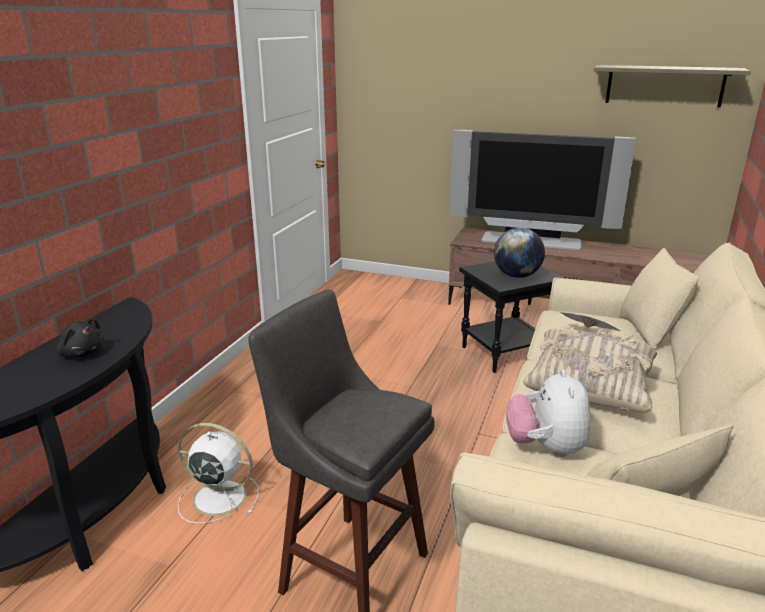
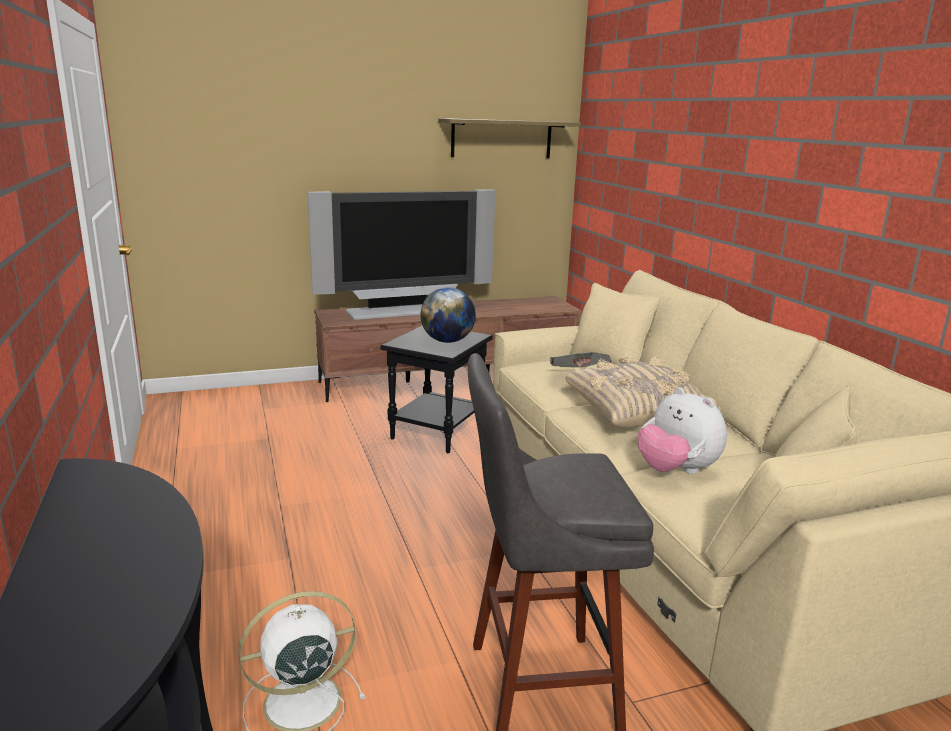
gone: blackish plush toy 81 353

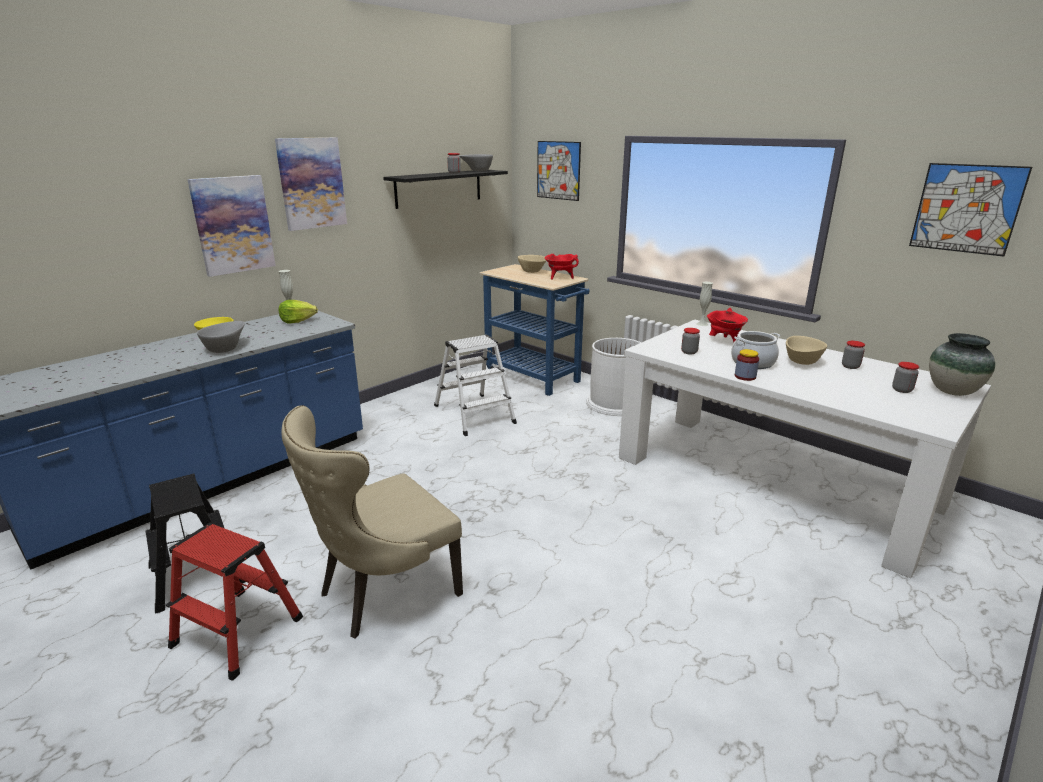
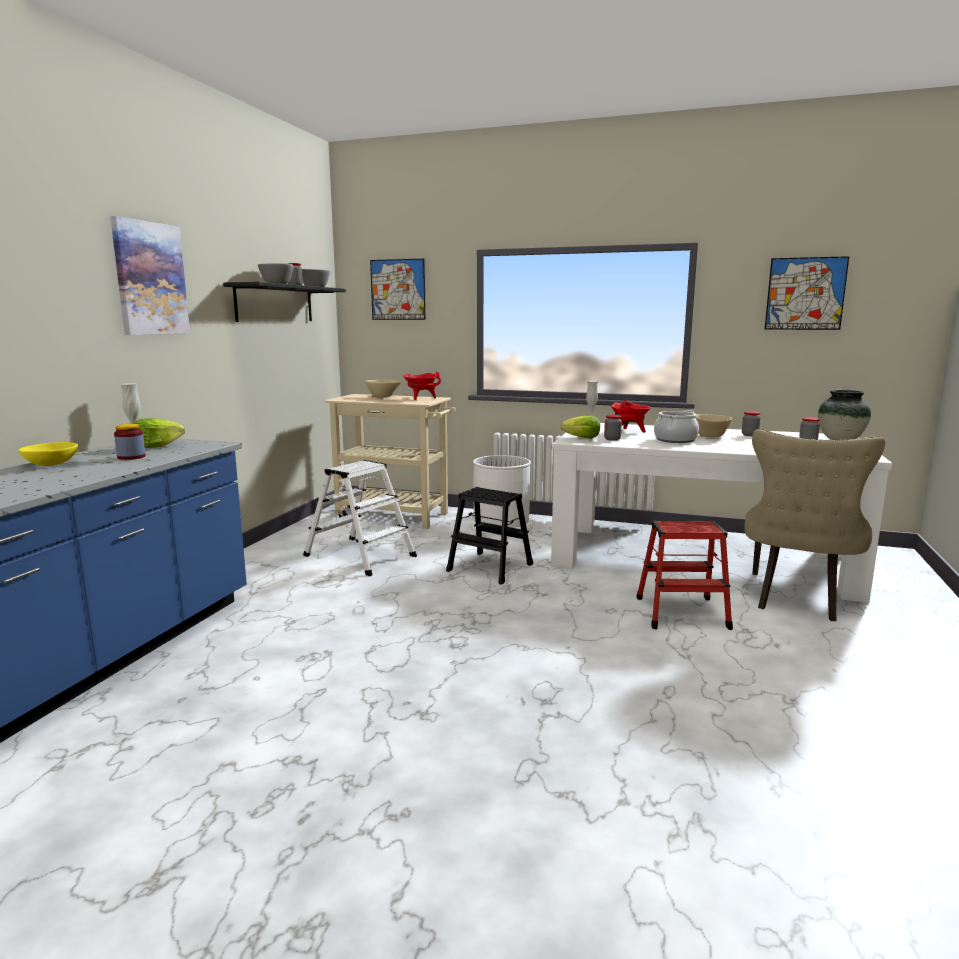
gone: picture 233 225
new: lettuce head 582 438
shifted: blackish step ladder 196 574 to 490 567; red step ladder 238 631 to 682 612; greyish serving bowl 225 348 to 278 284; beige chair 383 592 to 797 598; preserve jar 745 376 to 131 457
repainted: blue-coloured wheeled cart 533 377 to beige wheeled cart 395 516

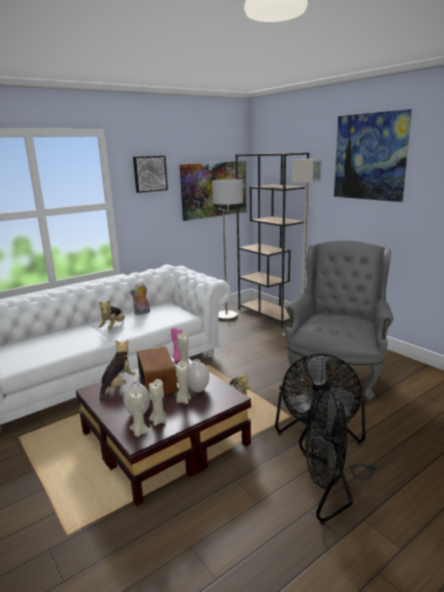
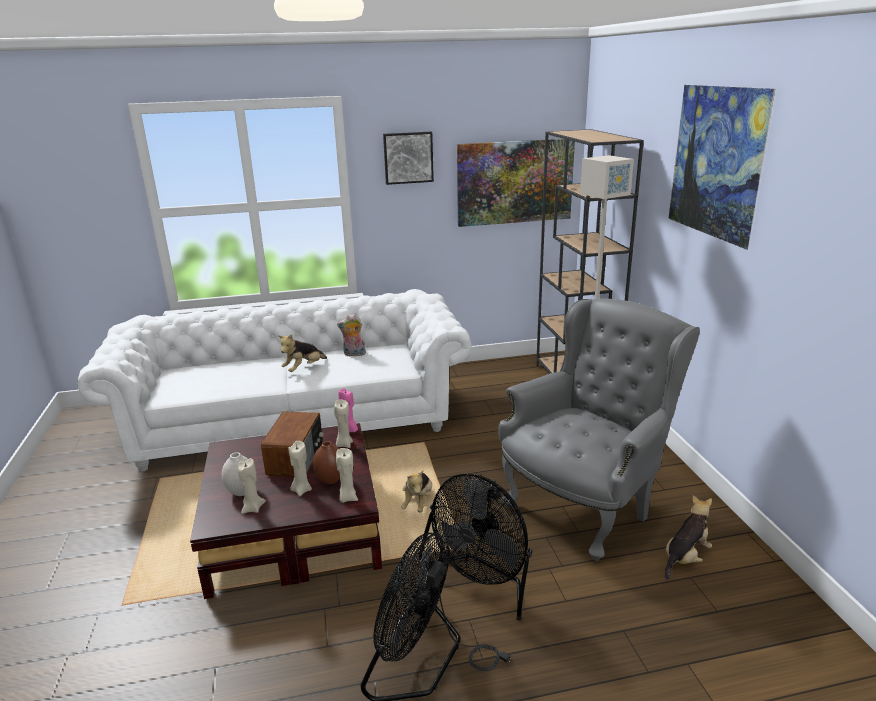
gone: greyish floor lamp 229 319
shifted: plush toy 118 386 to 685 558; beige wax light 139 432 to 347 498
repainted: white-coloured vase 198 389 to brownish vase 330 480

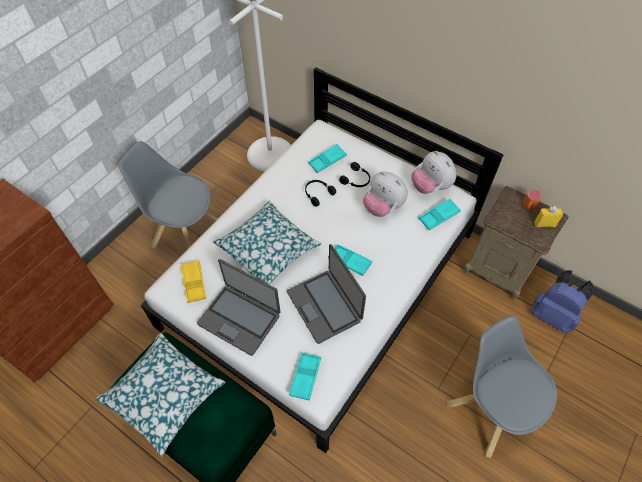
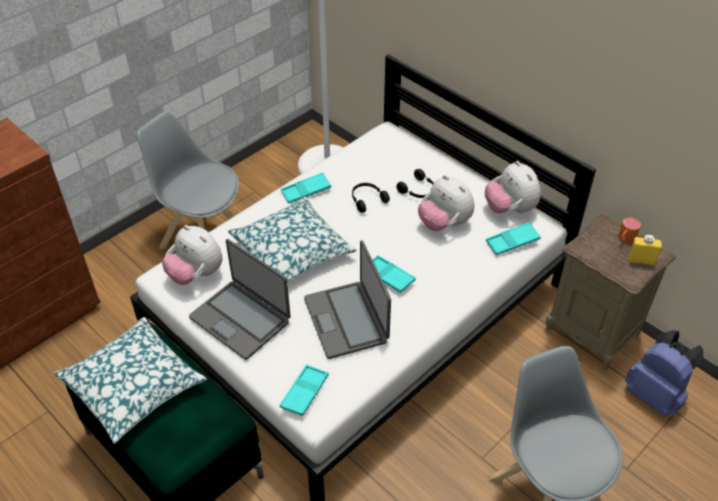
shifted: blue-green serving tray 327 160 to 306 191
swapped: yellow serving tray 194 283 to plush toy 196 274

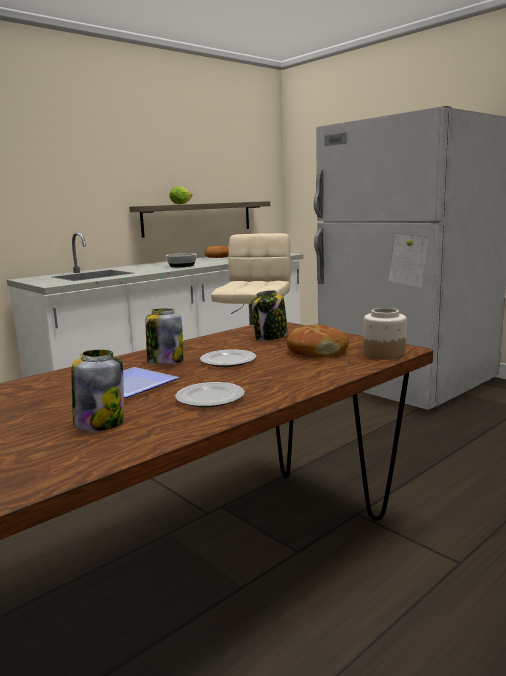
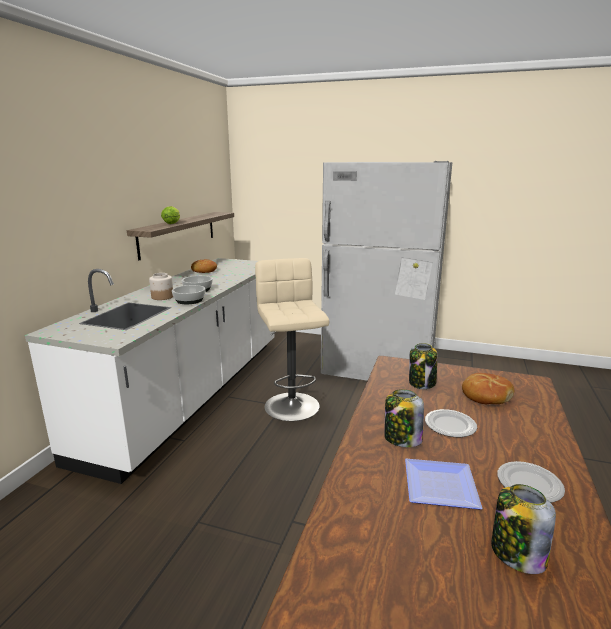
new: serving bowl 190 300
shifted: preserve jar 383 354 to 162 297

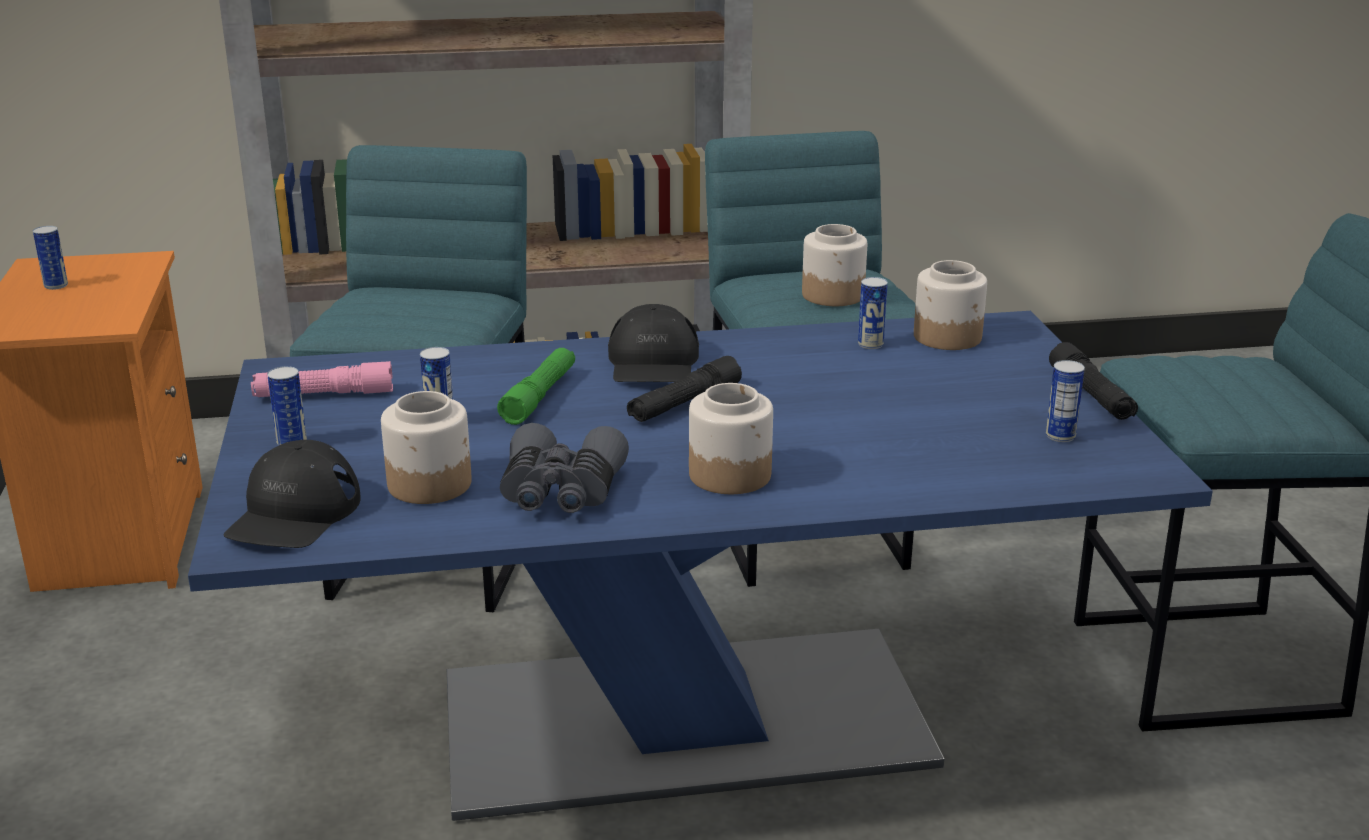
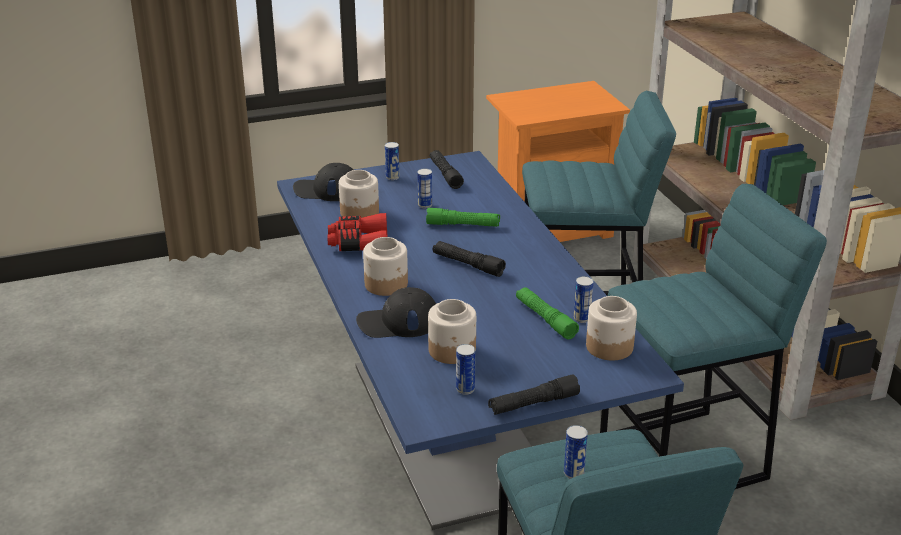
new: greenish flashlight 545 319
shifted: can 56 286 to 574 473; blackish baseball cap 653 363 to 398 322; preserve jar 833 295 to 452 351
repainted: pink flashlight 324 395 to blackish flashlight 445 174; greyish field glasses 561 492 to red field glasses 359 243

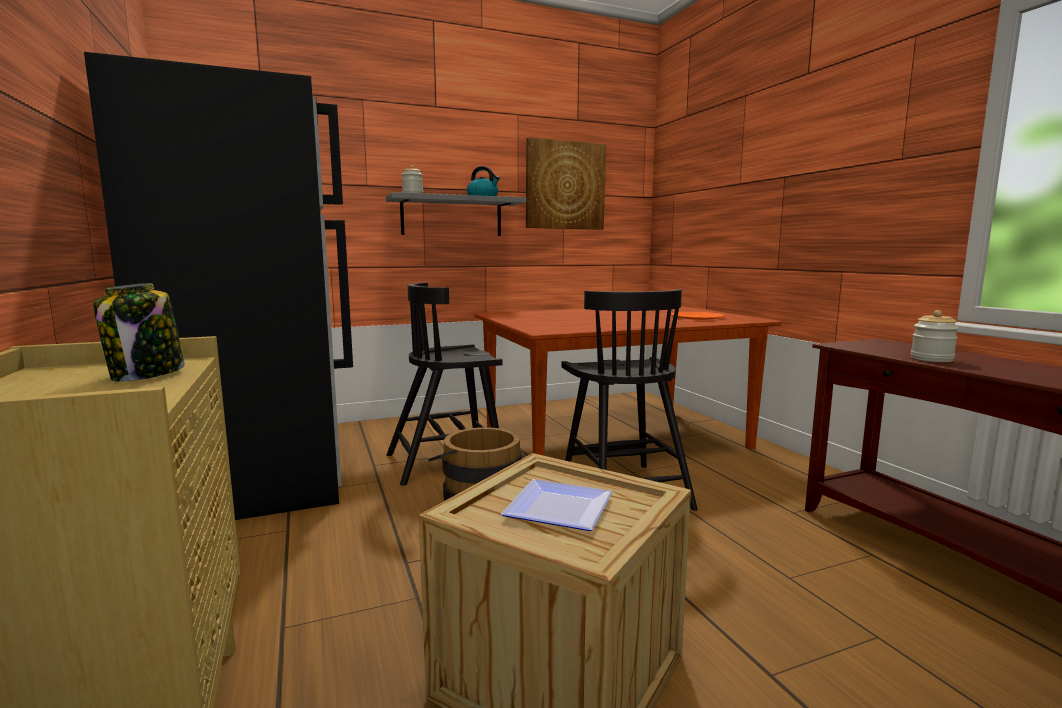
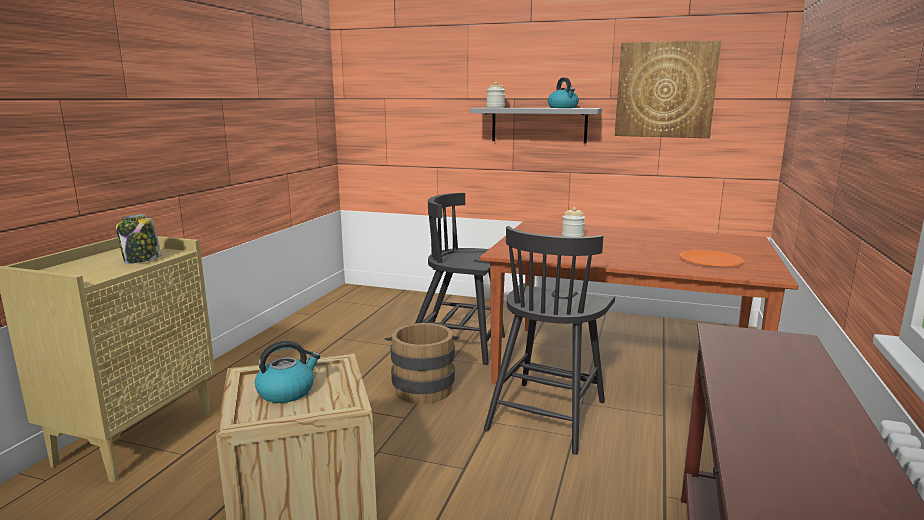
gone: blackish kitchen fridge 259 473
shifted: preserve jar 931 359 to 572 236
swapped: flat dish 555 509 to water kettle 287 391

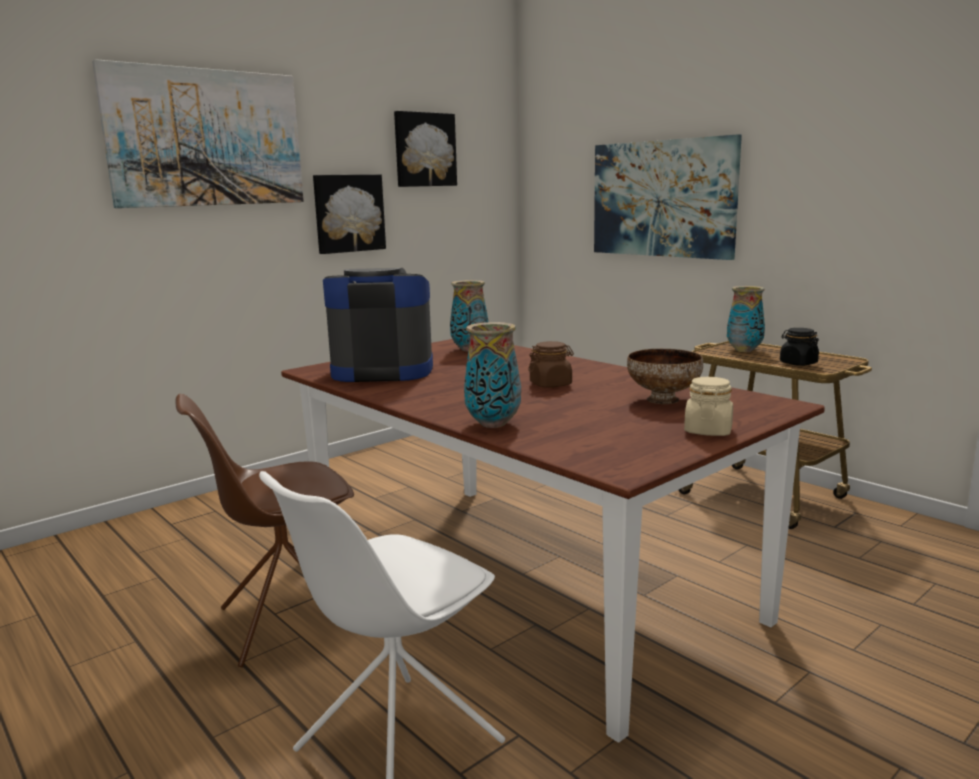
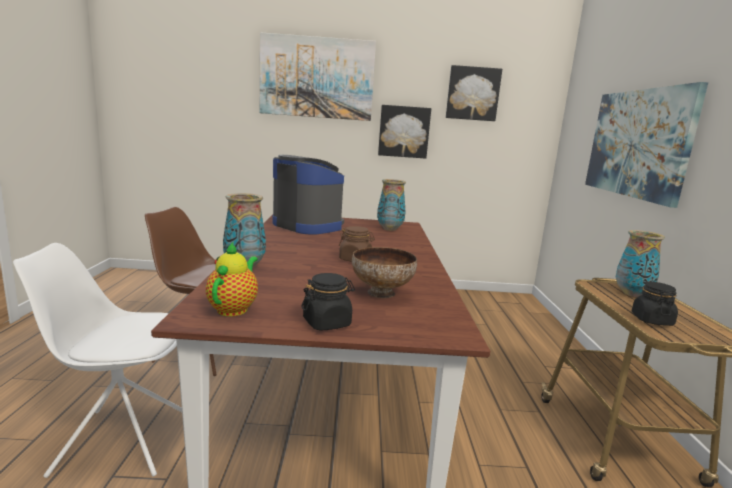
new: tea pot 234 308
repainted: beige preserve jar 708 431 to blackish preserve jar 327 323

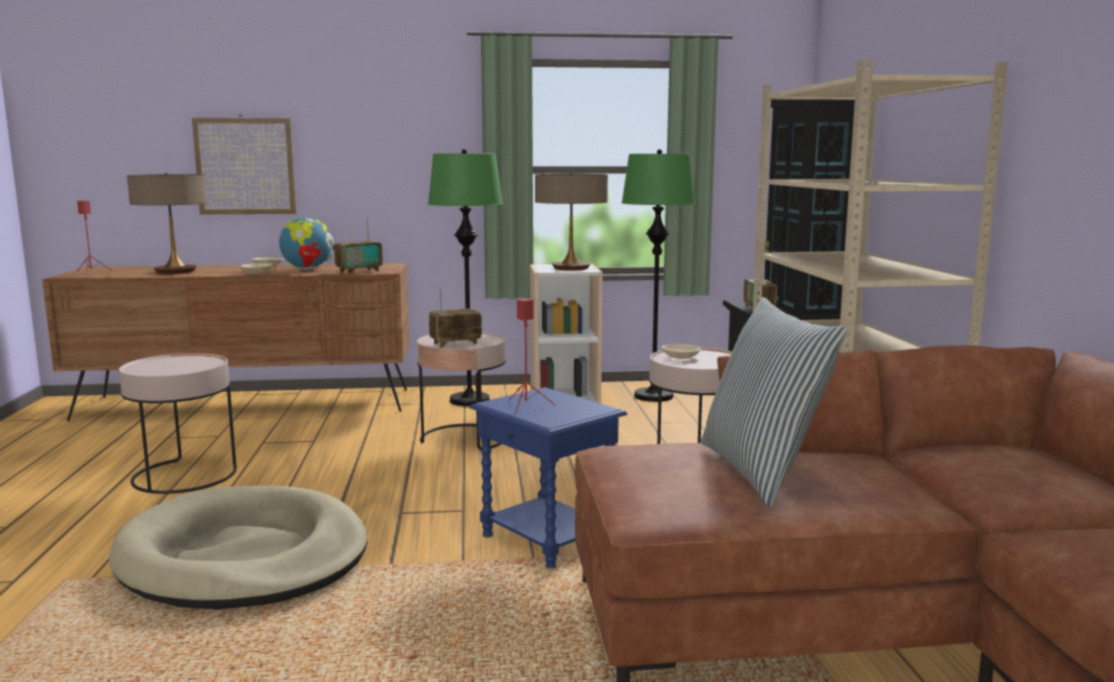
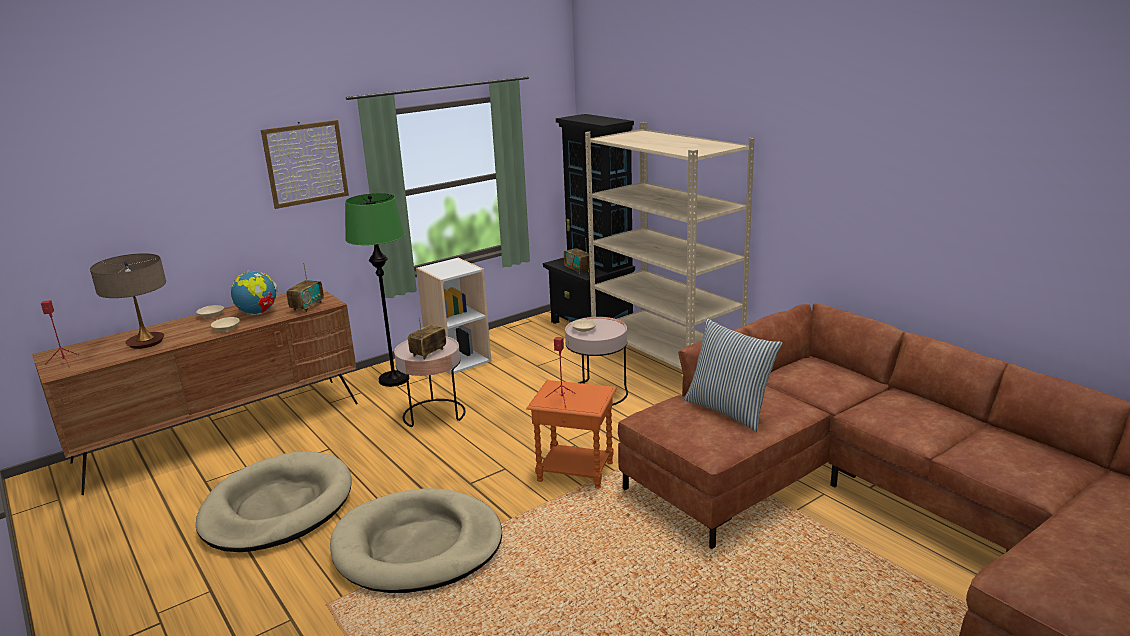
gone: lamp for a table 571 268; greenish floor lamp 654 396
shifted: picture 245 164 to 305 162
swapped: pink end table 184 476 to beige dog cushion 277 507
repainted: blue-coloured end table 549 538 to orange-coloured end table 575 470

